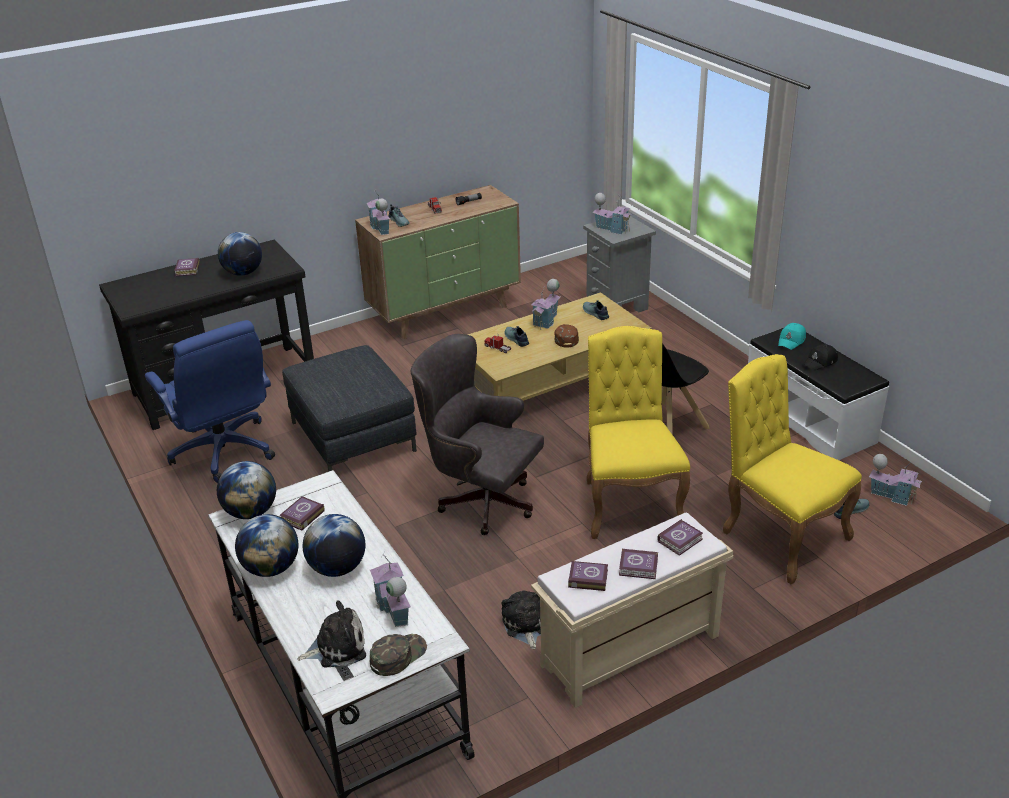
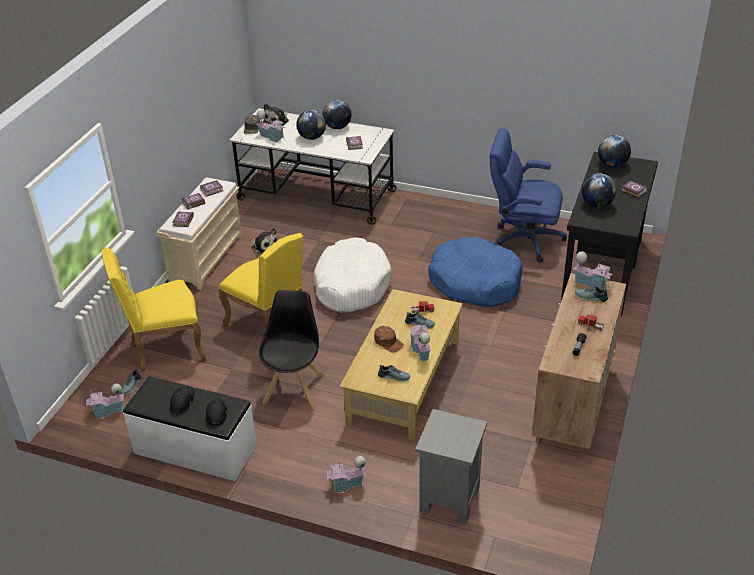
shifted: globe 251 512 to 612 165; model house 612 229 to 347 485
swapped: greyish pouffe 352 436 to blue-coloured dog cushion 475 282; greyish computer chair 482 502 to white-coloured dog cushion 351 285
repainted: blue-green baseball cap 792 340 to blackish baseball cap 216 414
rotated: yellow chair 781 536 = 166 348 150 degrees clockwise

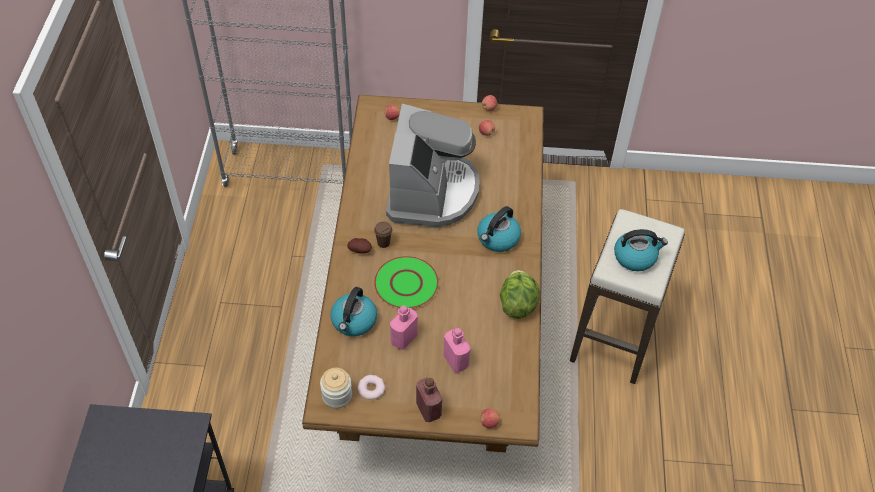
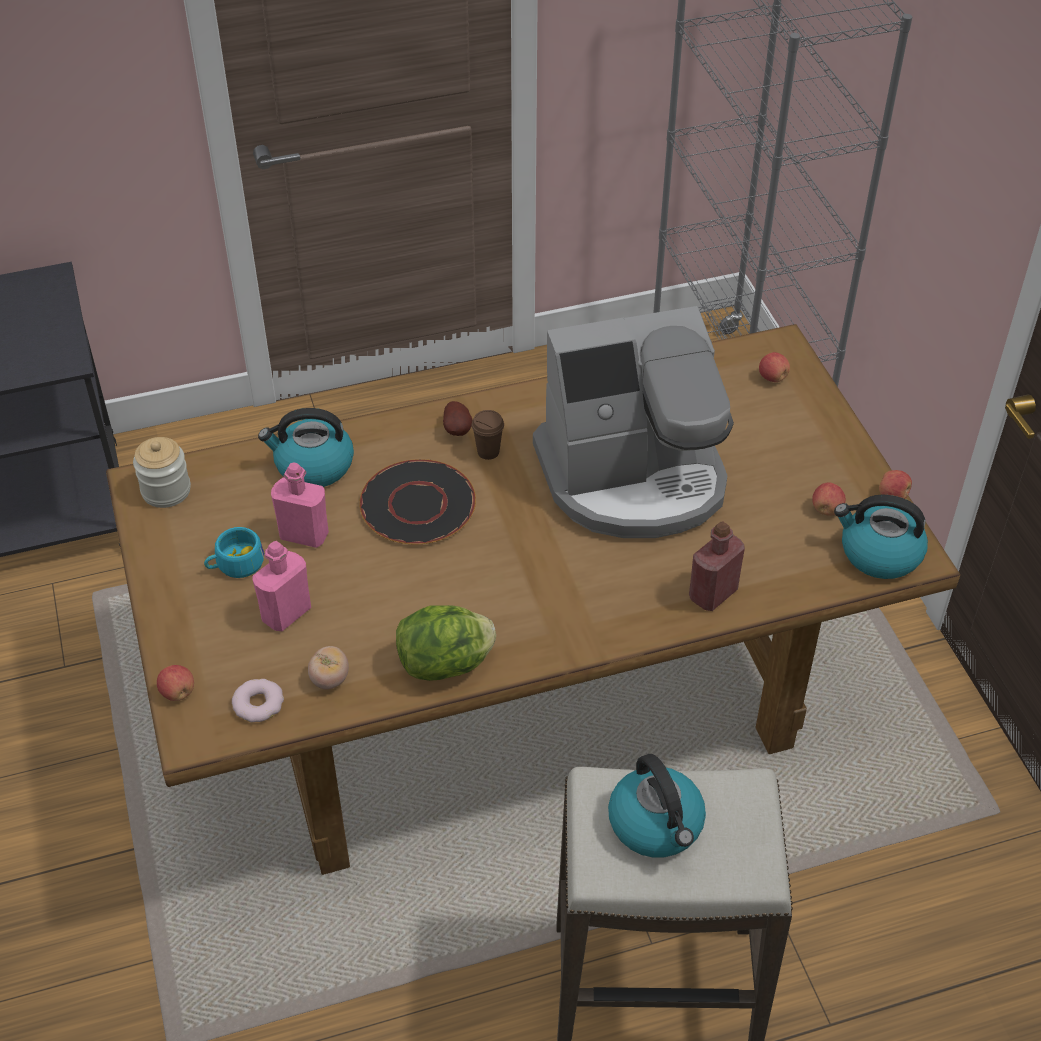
new: blue-green cup 235 564; whole tomato 330 679
shifted: donut 371 388 to 258 704; red beverage bottle 428 410 to 713 594; water kettle 498 239 to 879 553
repainted: greenish flat dish 406 284 to blackish flat dish 417 505

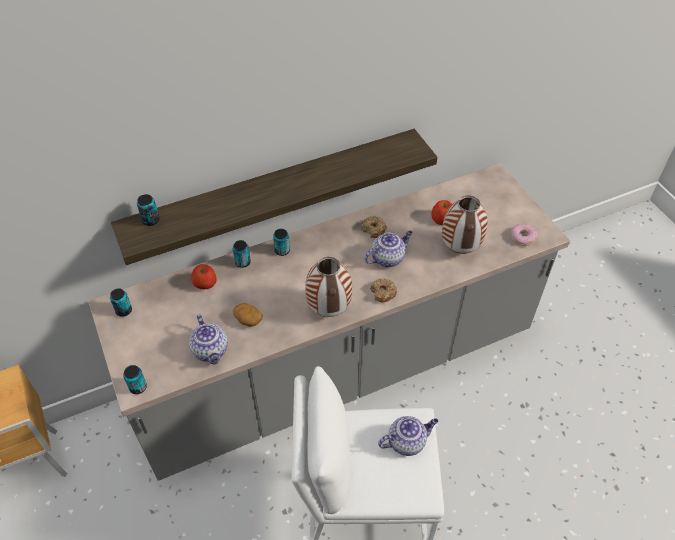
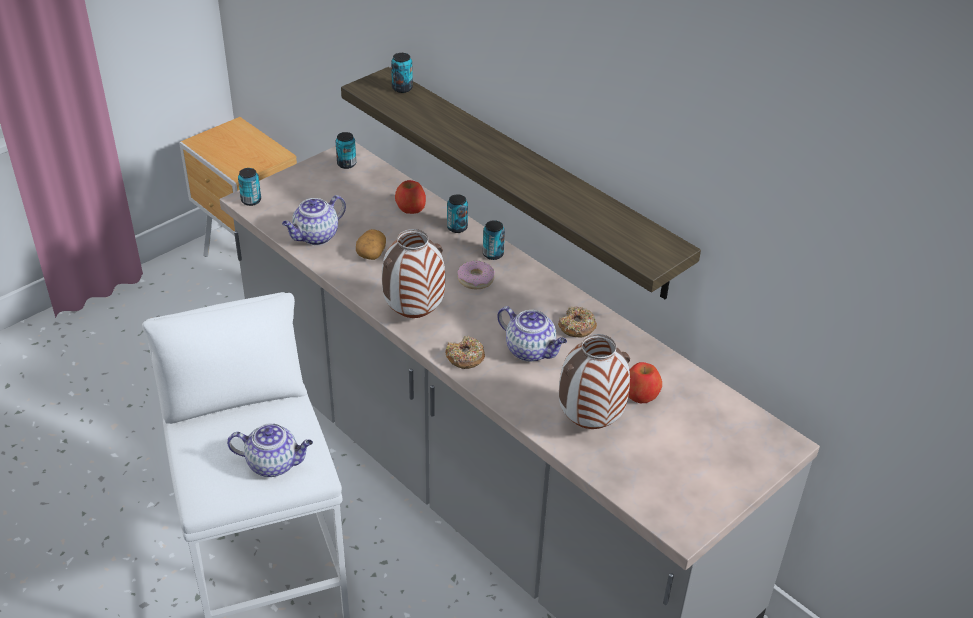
shifted: donut 522 237 to 475 280
rotated: tea pot 407 441 = 274 464 45 degrees counterclockwise

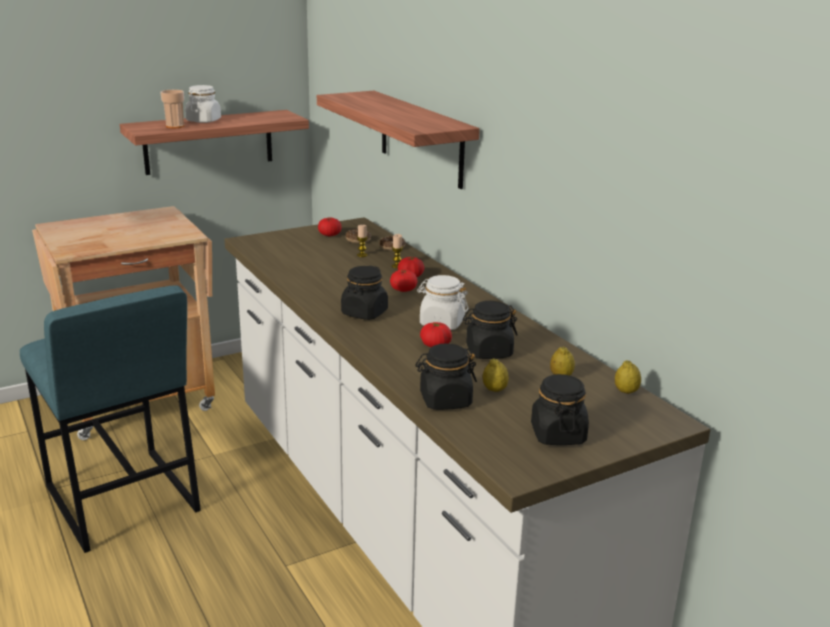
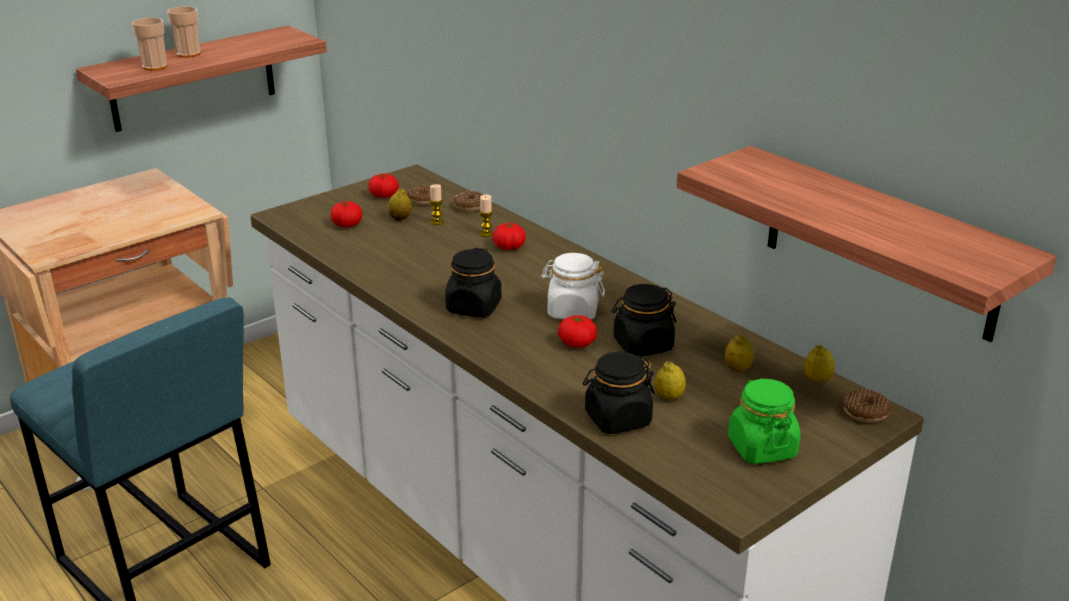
new: lemon 400 218; donut 865 412
shifted: wall shelf 421 138 to 880 243; whole tomato 403 290 to 347 225
swapped: white-coloured preserve jar 204 121 to cup 188 54
repainted: blackish preserve jar 557 434 to greenish preserve jar 761 448

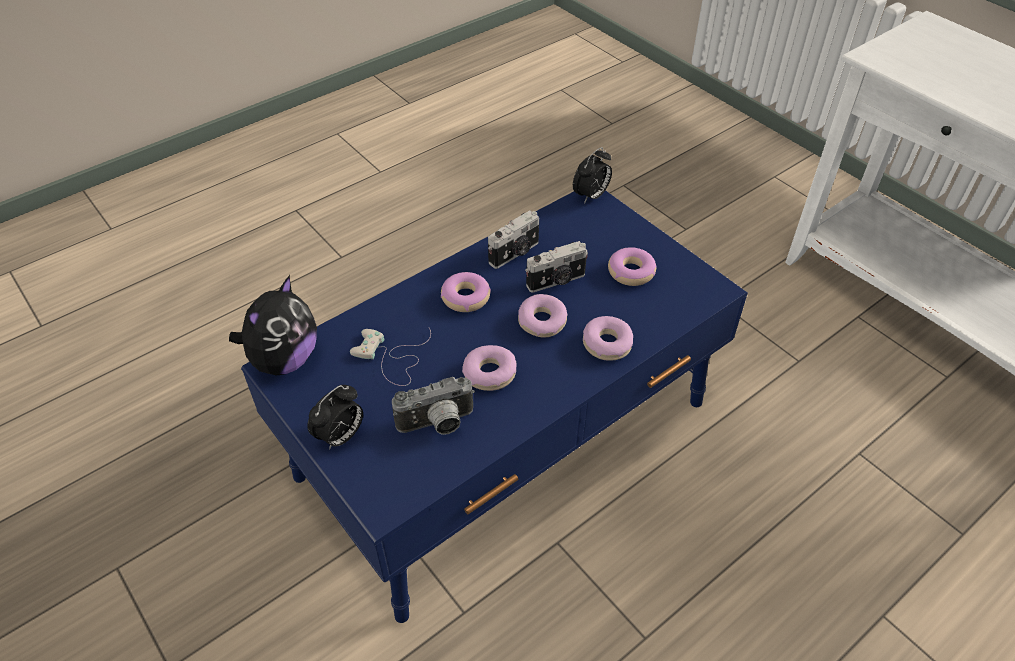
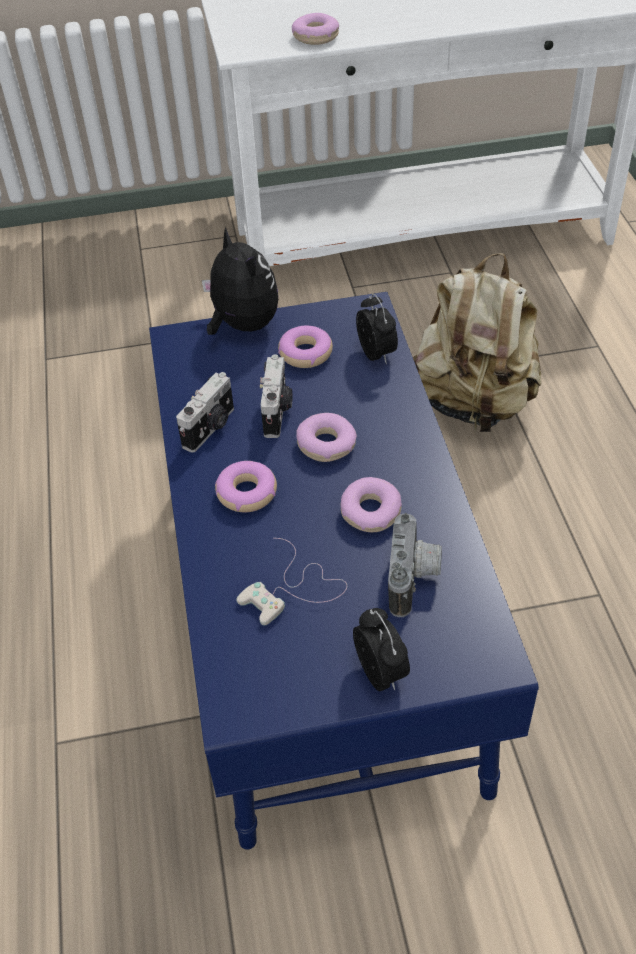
new: beige knapsack 474 403
shifted: plush toy 284 359 to 242 325; alarm clock 591 196 to 377 354; donut 607 344 to 315 37
rotated: still camera 515 253 = 210 428 45 degrees clockwise

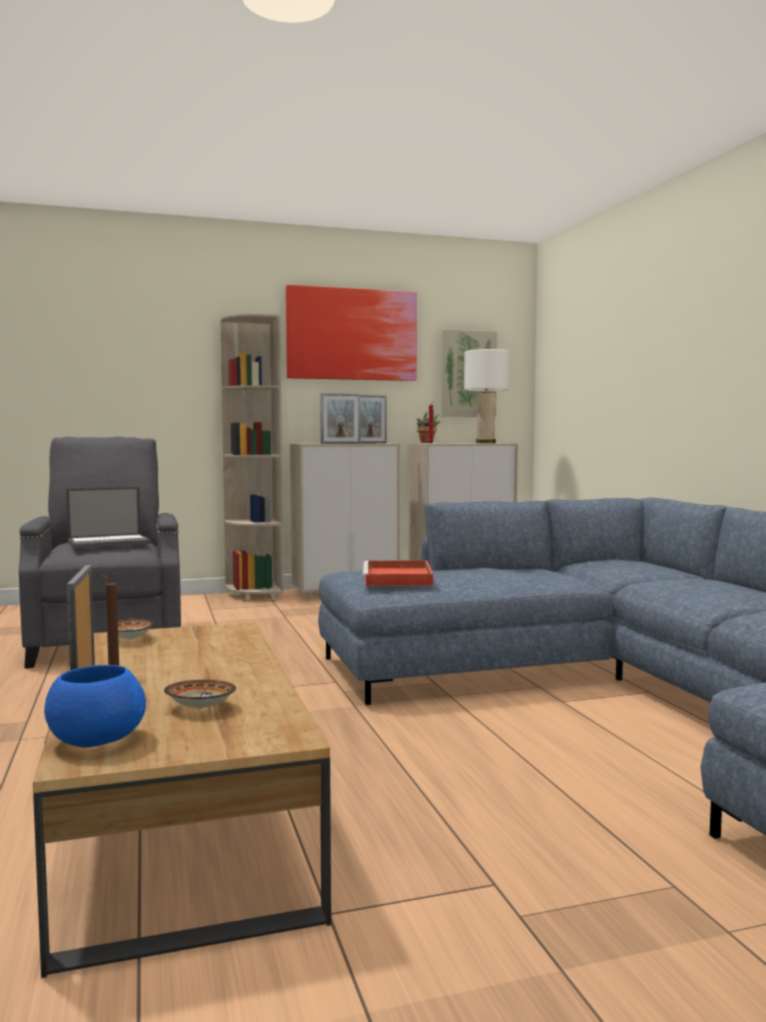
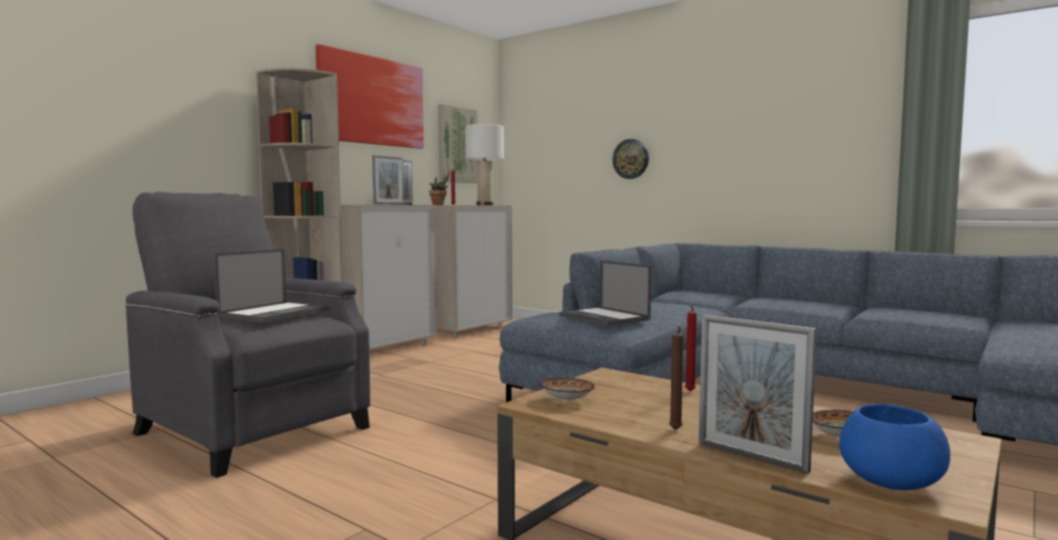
new: wall clock 631 159; red wax light 689 391
swapped: red serving tray 398 578 to notebook computer 605 318

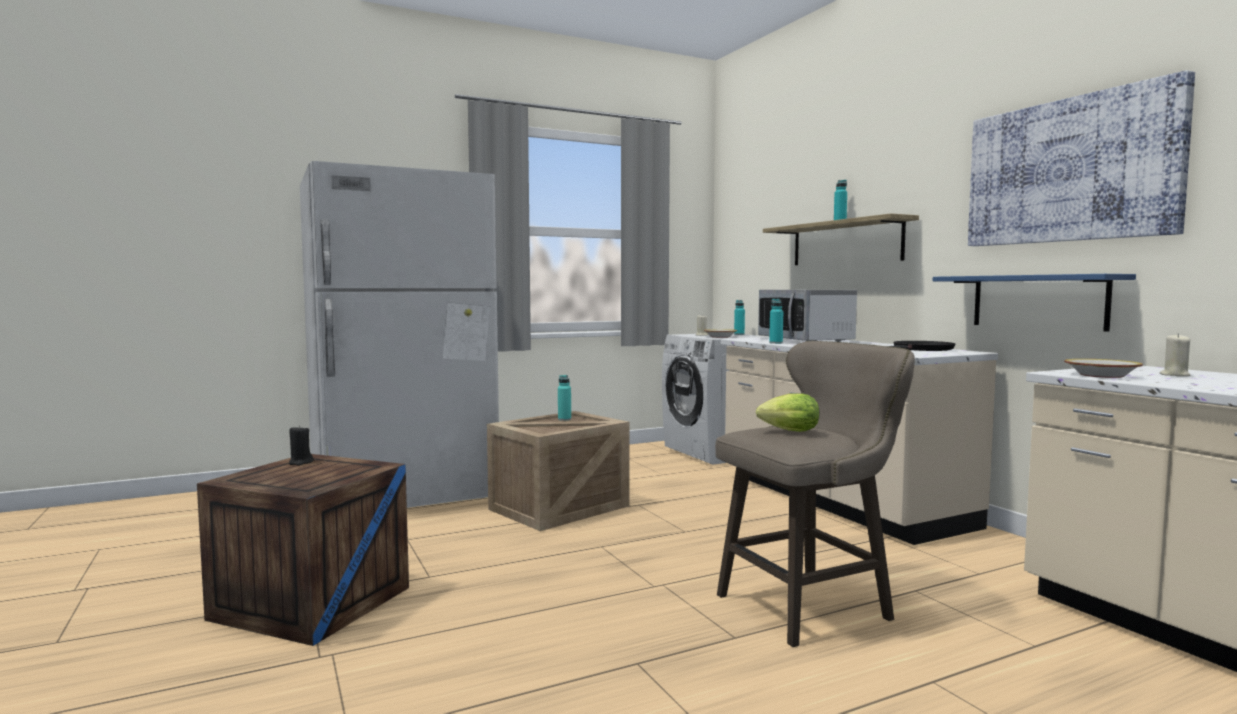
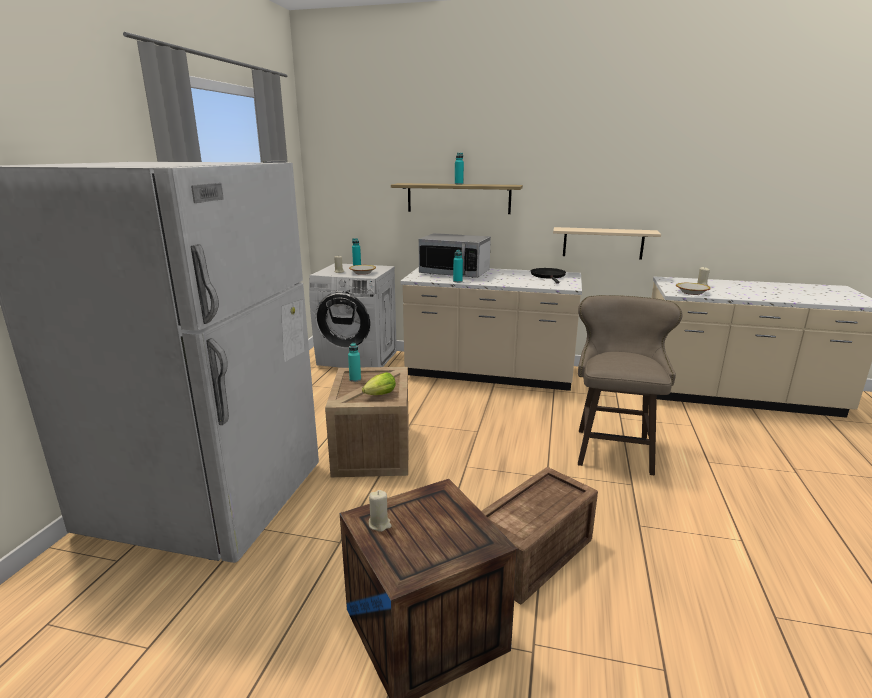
gone: picture 1070 171
new: packing crate 536 554
shifted: lettuce head 786 431 to 378 395
repainted: blackish wax light 300 462 to beige wax light 379 524; blue-coloured wall shelf 1038 301 to beige wall shelf 603 243

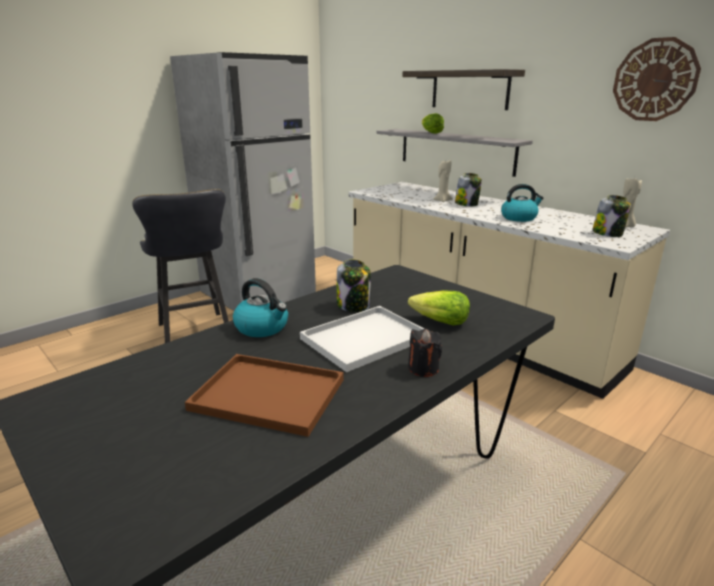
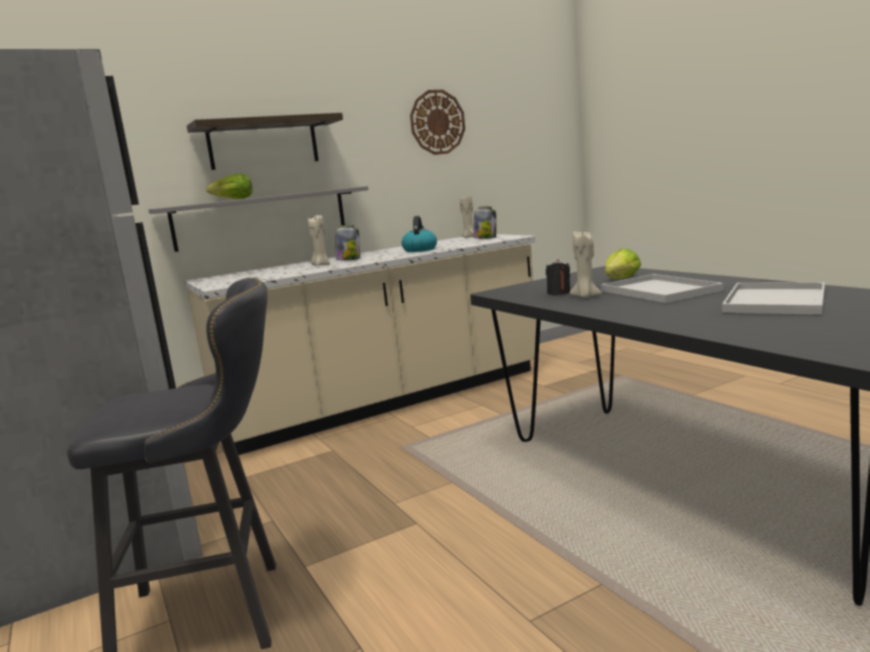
gone: water kettle 263 327
shifted: blackish wax light 423 368 to 558 293
swapped: preserve jar 354 306 to beige wax light 585 296
repainted: brownish serving tray 271 394 to white-coloured serving tray 773 300

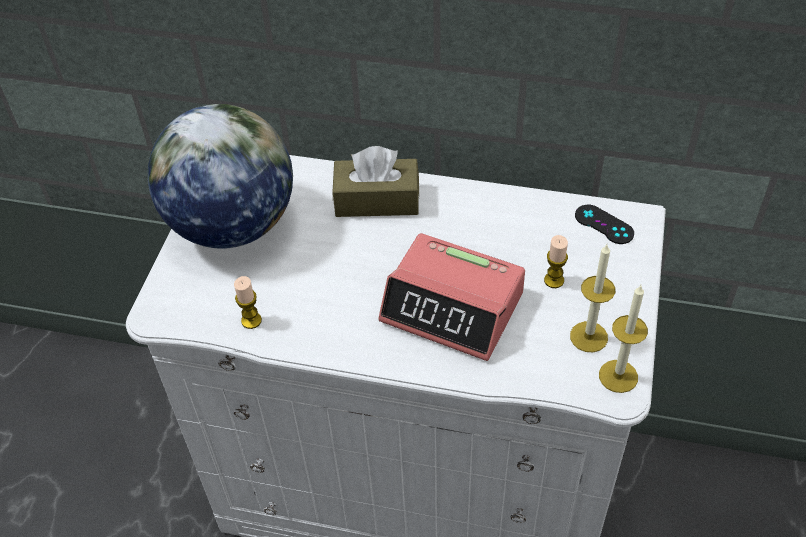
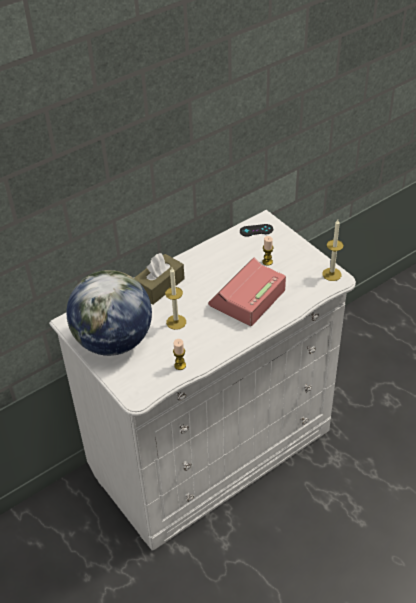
shifted: wax light 588 337 to 176 322
rotated: alarm clock 453 307 = 247 298 150 degrees clockwise

